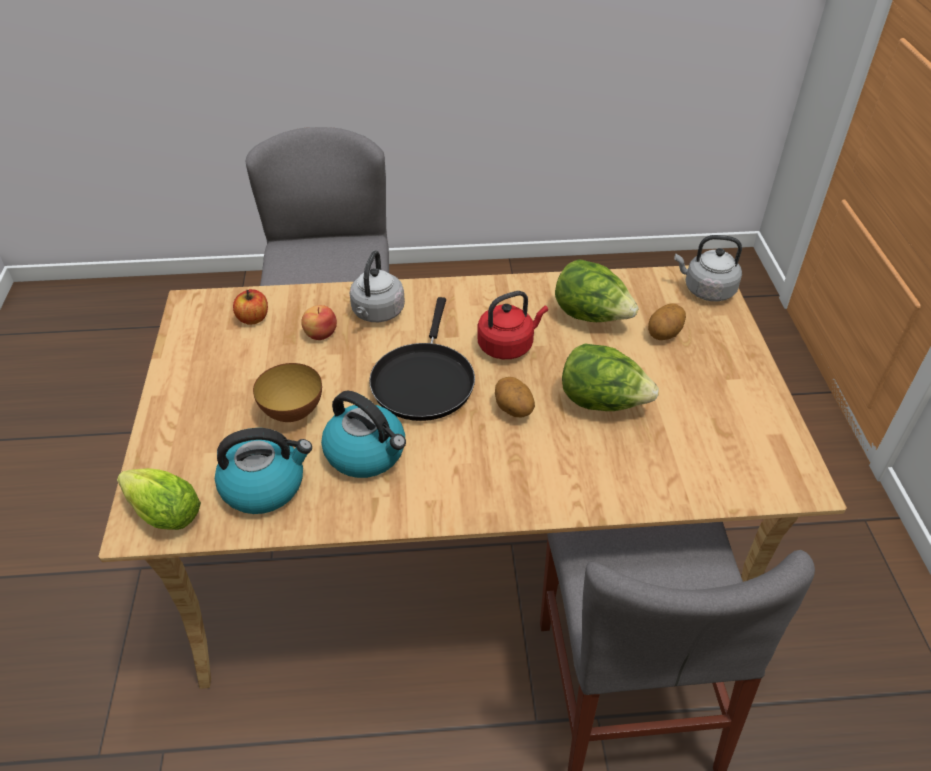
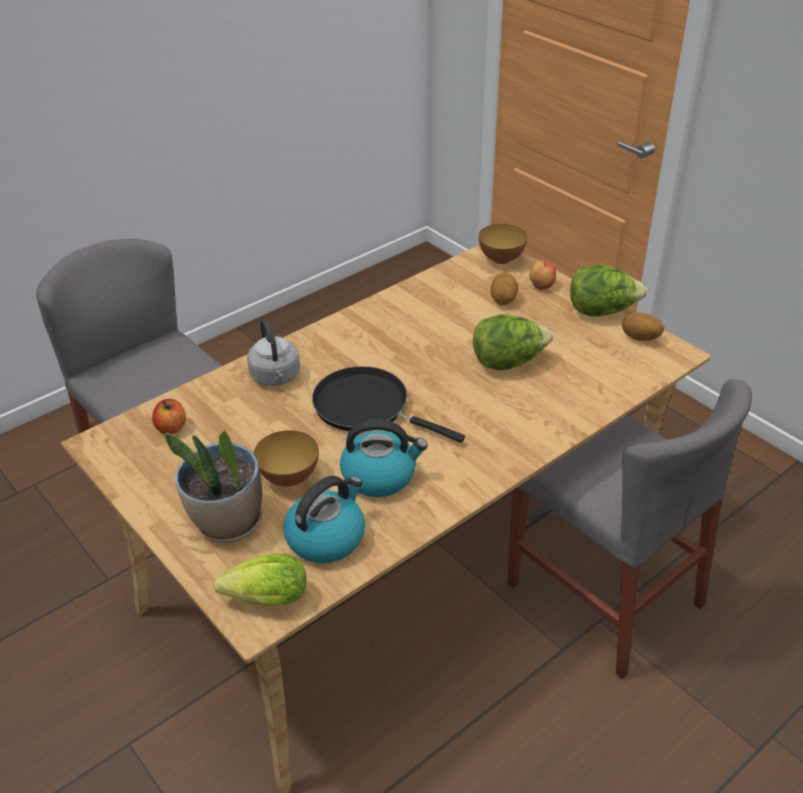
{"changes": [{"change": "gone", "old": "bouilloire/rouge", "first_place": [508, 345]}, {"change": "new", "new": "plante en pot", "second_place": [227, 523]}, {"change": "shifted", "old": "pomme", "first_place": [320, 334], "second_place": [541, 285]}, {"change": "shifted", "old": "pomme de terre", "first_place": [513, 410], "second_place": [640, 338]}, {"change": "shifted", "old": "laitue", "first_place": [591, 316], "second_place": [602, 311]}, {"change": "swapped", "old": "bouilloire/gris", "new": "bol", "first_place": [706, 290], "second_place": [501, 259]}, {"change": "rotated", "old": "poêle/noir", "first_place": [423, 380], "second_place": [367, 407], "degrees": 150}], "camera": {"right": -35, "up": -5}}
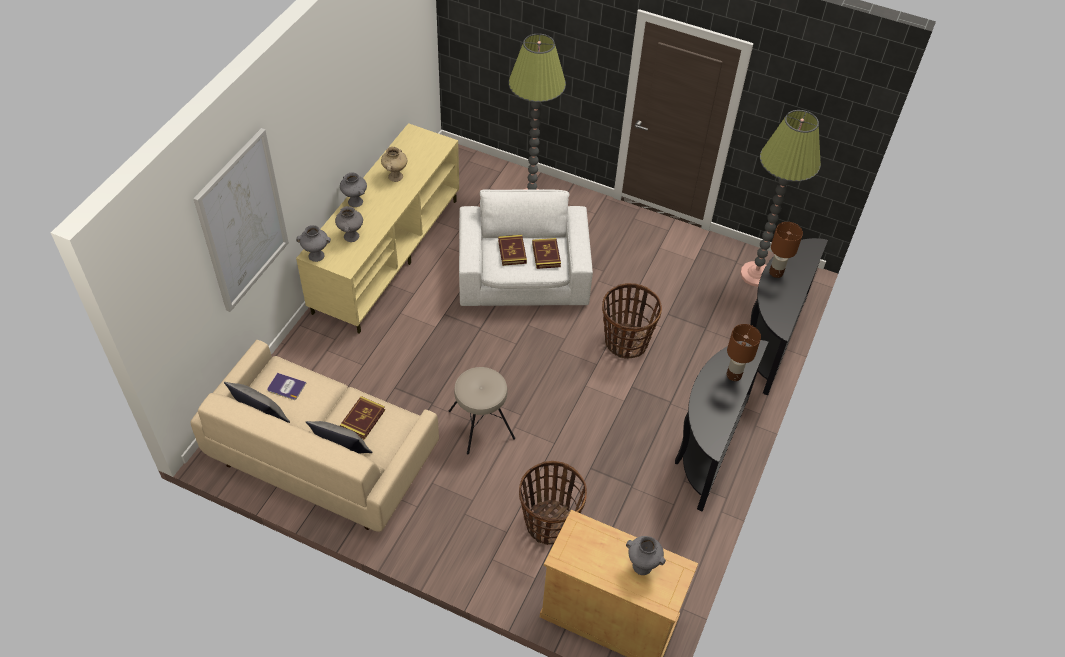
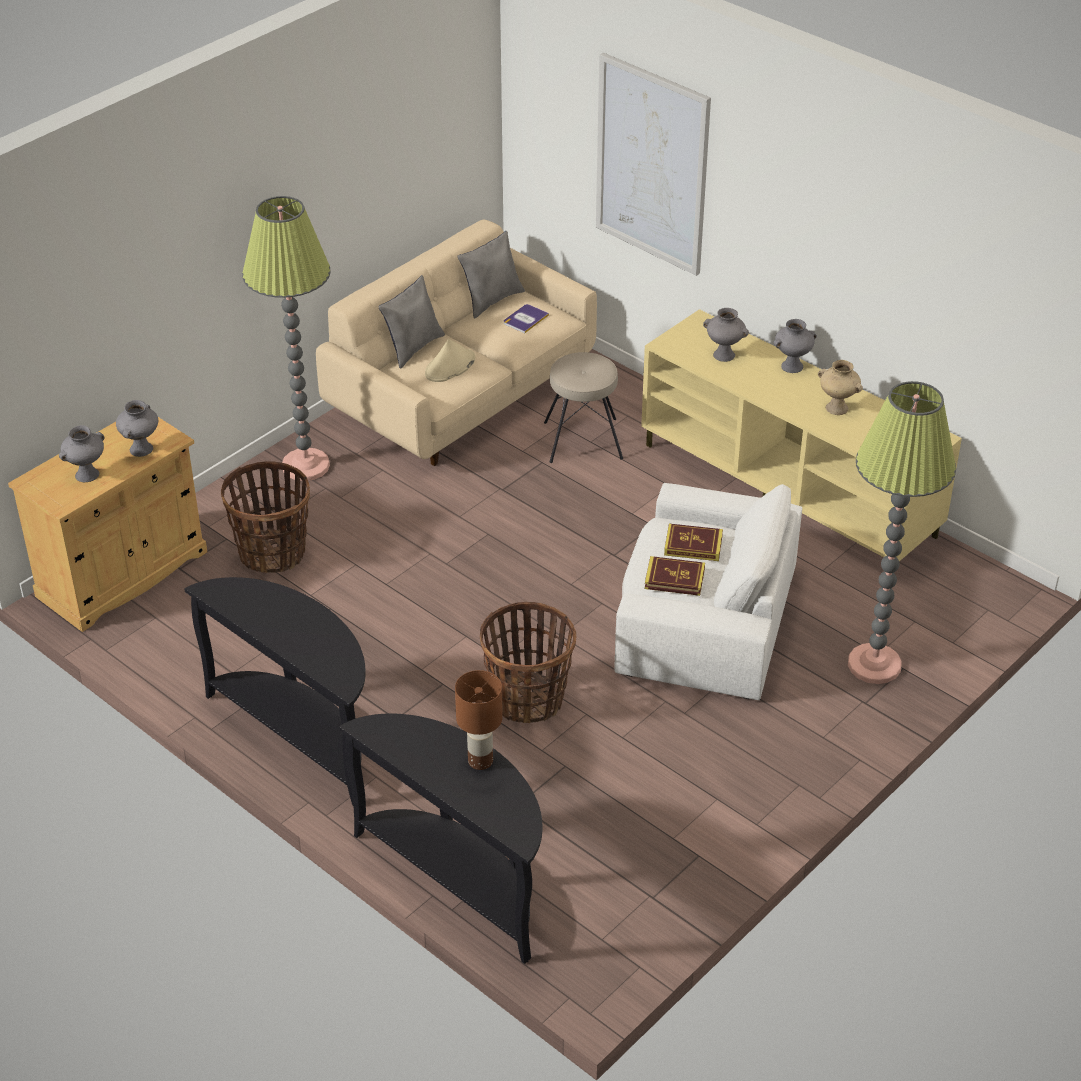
{"changes": [{"change": "gone", "old": "lampe de table/marron", "first_place": [734, 375]}, {"change": "shifted", "old": "vase/gris", "first_place": [316, 255], "second_place": [141, 450]}, {"change": "shifted", "old": "tabouret/beige", "first_place": [481, 425], "second_place": [582, 439]}, {"change": "shifted", "old": "lampadaire", "first_place": [755, 274], "second_place": [305, 466]}, {"change": "swapped", "old": "livre", "new": "chapeau/beige", "first_place": [363, 419], "second_place": [450, 366]}], "camera": {"right": 110, "up": -10}}
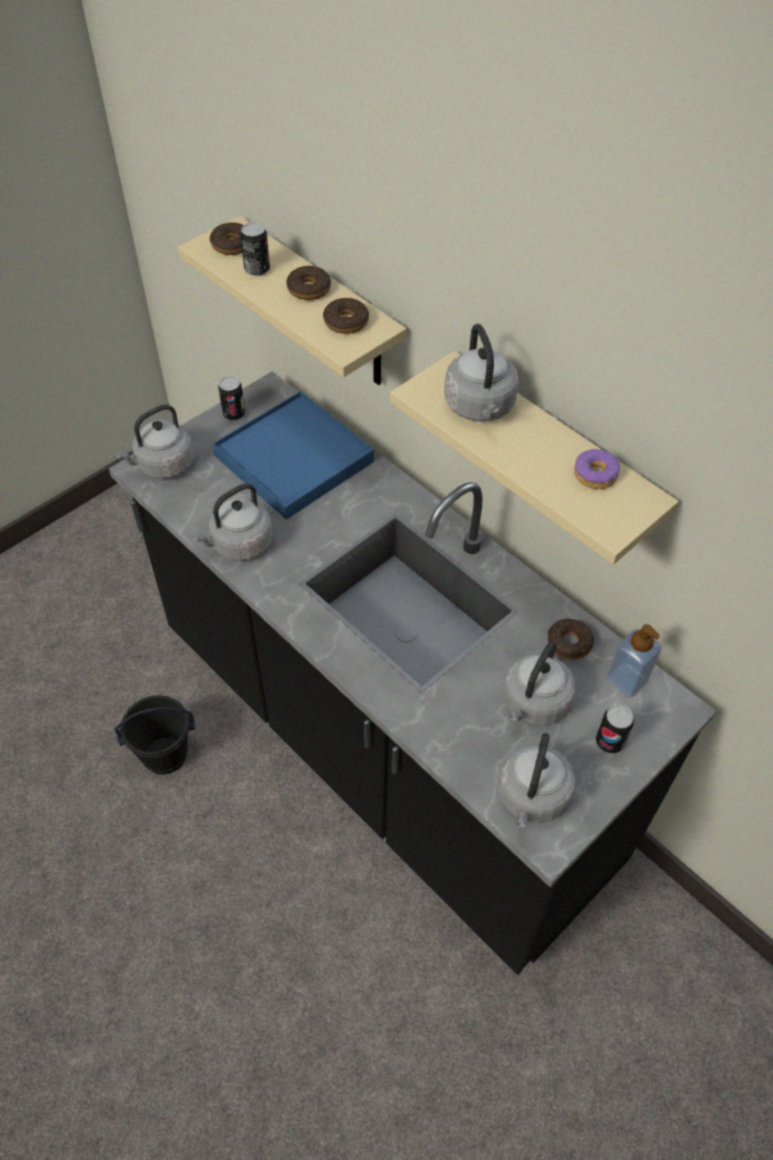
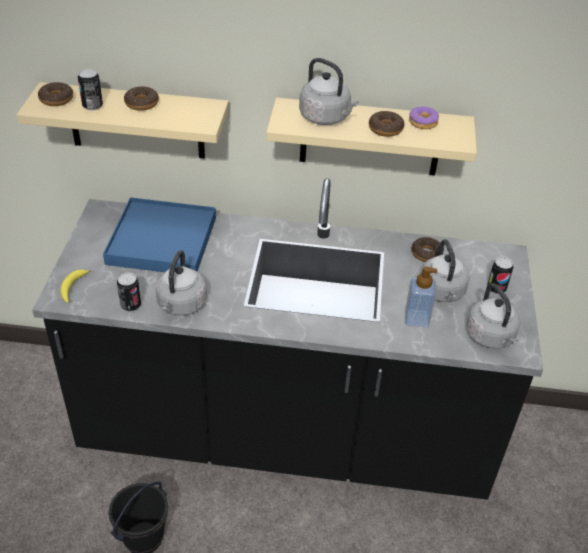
{"changes": [{"change": "shifted", "old": "boîte métallique", "first_place": [234, 414], "second_place": [130, 305]}, {"change": "shifted", "old": "beignet", "first_place": [346, 322], "second_place": [385, 129]}, {"change": "shifted", "old": "distributeur de savon", "first_place": [626, 680], "second_place": [416, 319]}, {"change": "swapped", "old": "bouilloire/gris", "new": "banane", "first_place": [163, 465], "second_place": [73, 288]}], "camera": {"right": -40, "up": -10}}
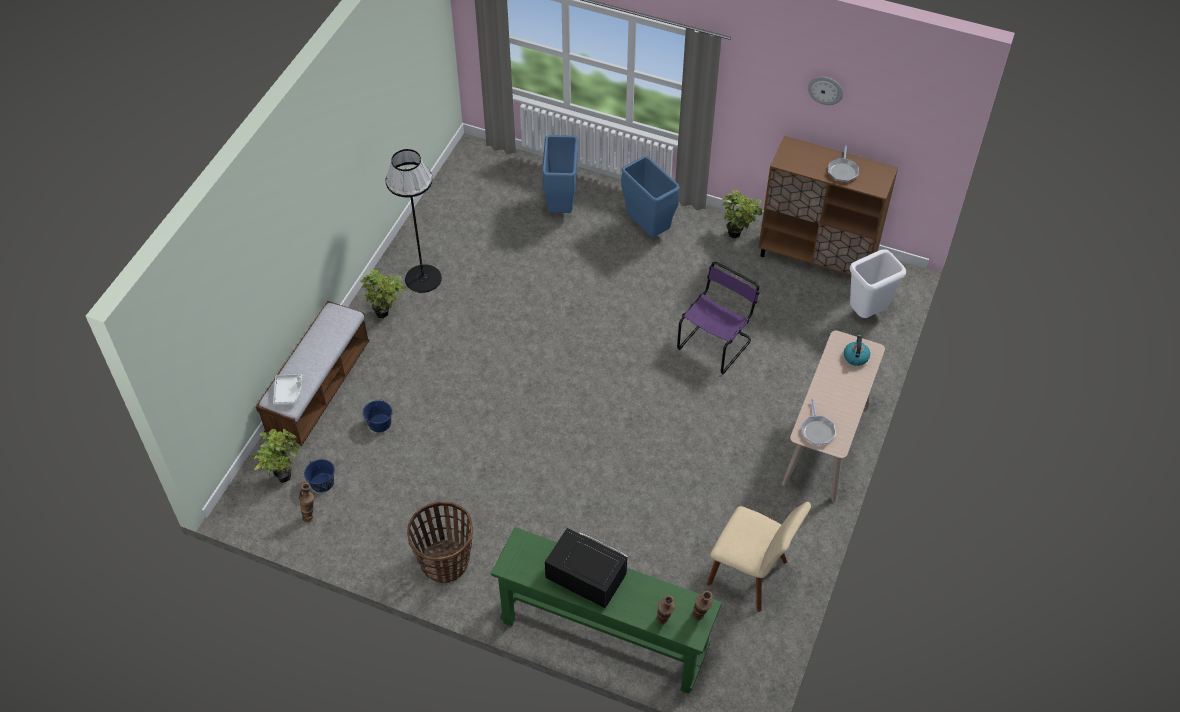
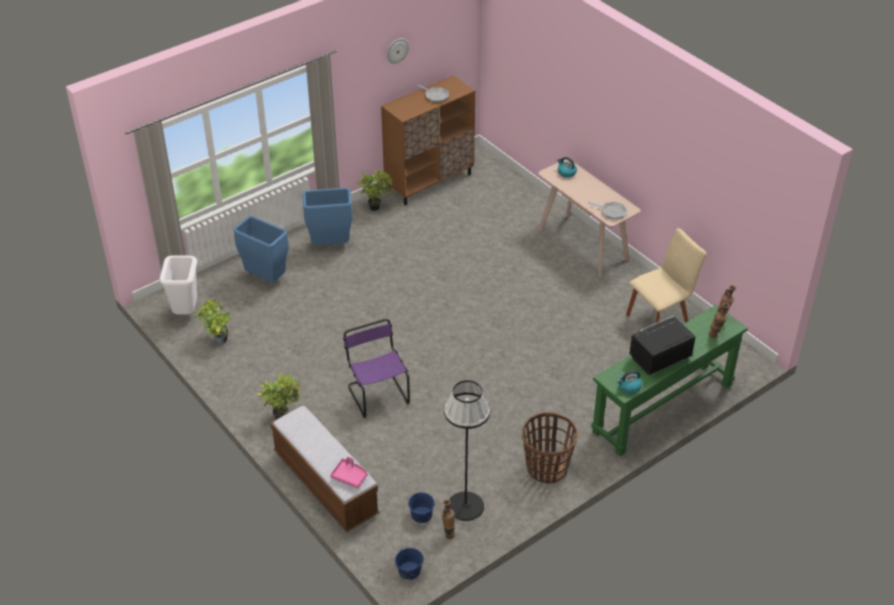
{"changes": [{"change": "new", "new": "bouilloire", "second_place": [629, 387]}, {"change": "shifted", "old": "plante en pot", "first_place": [283, 474], "second_place": [218, 339]}, {"change": "shifted", "old": "seau/bleu", "first_place": [380, 423], "second_place": [409, 570]}, {"change": "shifted", "old": "lampadaire/noir", "first_place": [423, 278], "second_place": [465, 506]}, {"change": "shifted", "old": "chaise/violet", "first_place": [716, 343], "second_place": [377, 393]}, {"change": "shifted", "old": "poubelle/blanc", "first_place": [867, 313], "second_place": [186, 312]}, {"change": "repainted", "old": "plateau/blanc", "new": "plateau/rose", "first_place": [288, 392], "second_place": [350, 476]}], "camera": {"right": -60, "up": -10}}
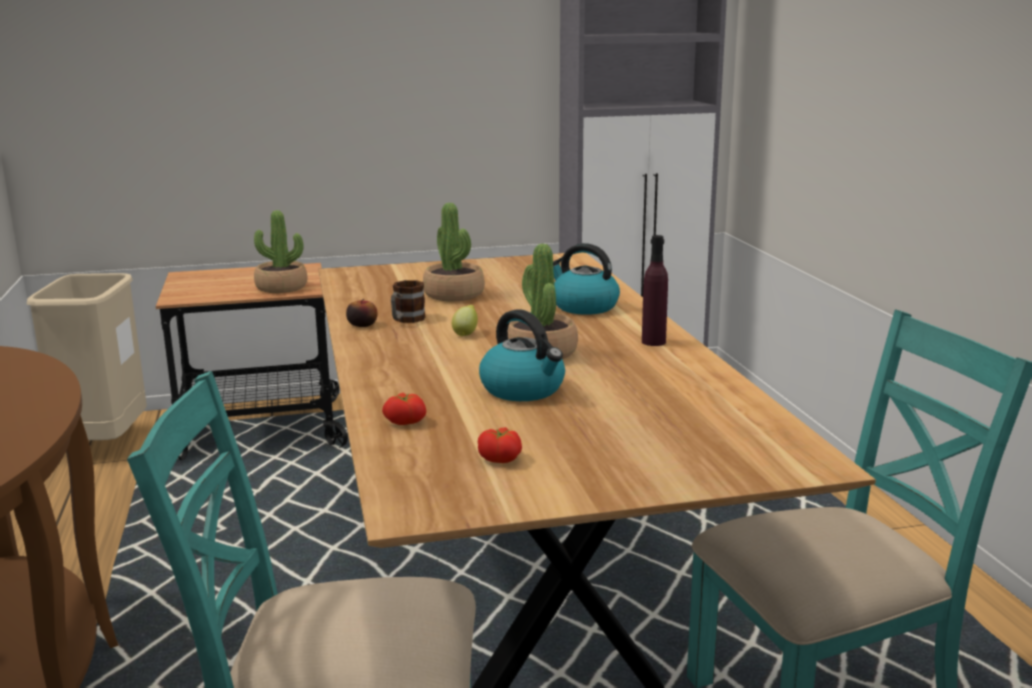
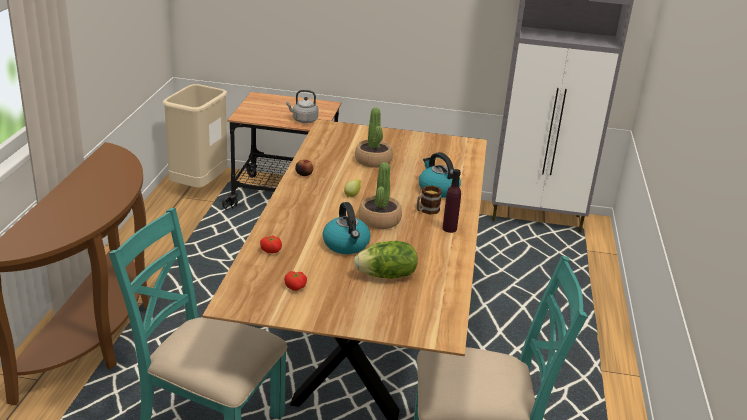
{"changes": [{"change": "new", "new": "laitue", "second_place": [387, 276]}, {"change": "shifted", "old": "mug", "first_place": [406, 320], "second_place": [426, 211]}, {"change": "swapped", "old": "plante en pot", "new": "bouilloire/gris", "first_place": [281, 287], "second_place": [303, 120]}], "camera": {"right": 20, "up": 10}}
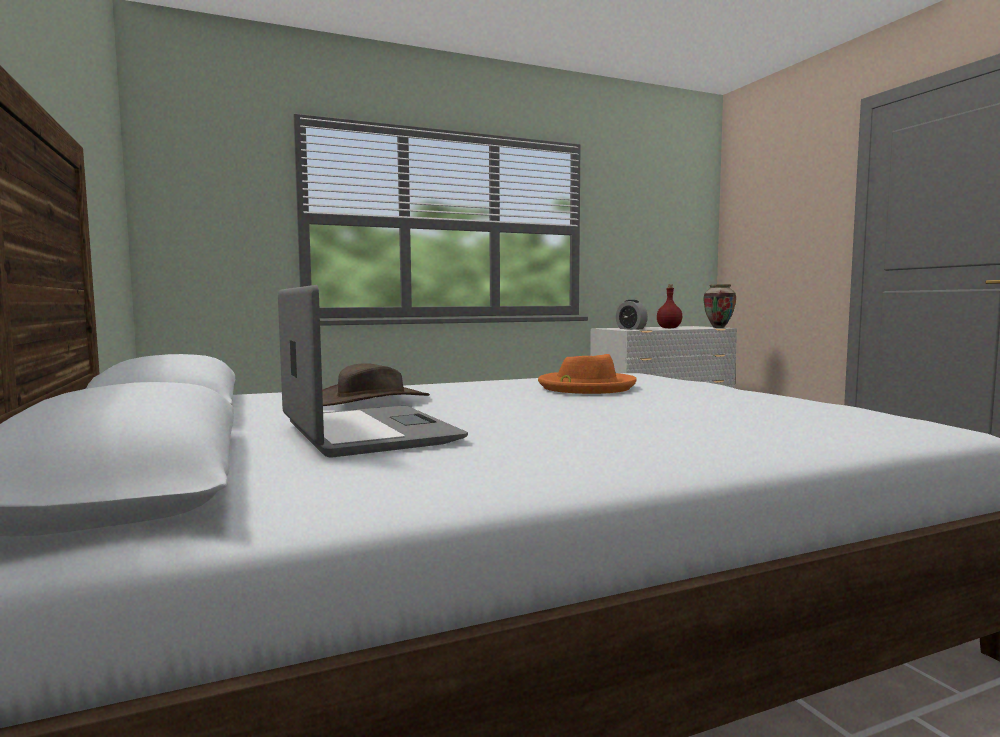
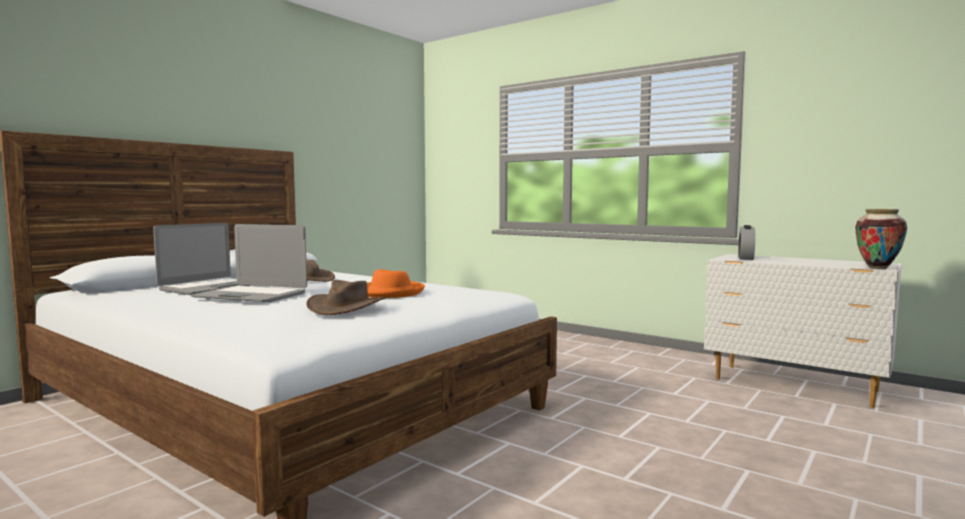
{"changes": [{"change": "gone", "old": "bouteille/rouge", "first_place": [669, 328]}, {"change": "new", "new": "ordinateur portable", "second_place": [251, 296]}, {"change": "new", "new": "chapeau/marron", "second_place": [346, 306]}], "camera": {"right": 60, "up": 0}}
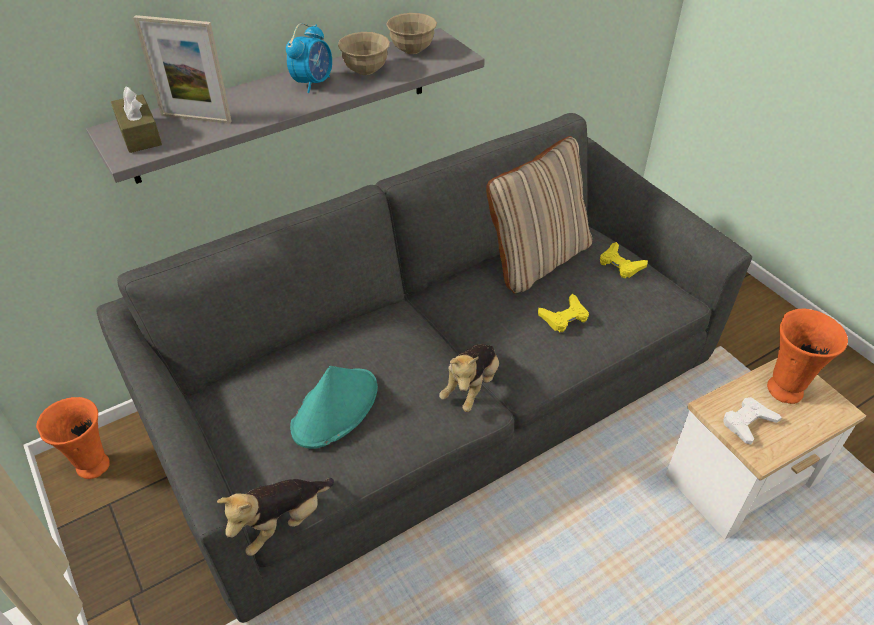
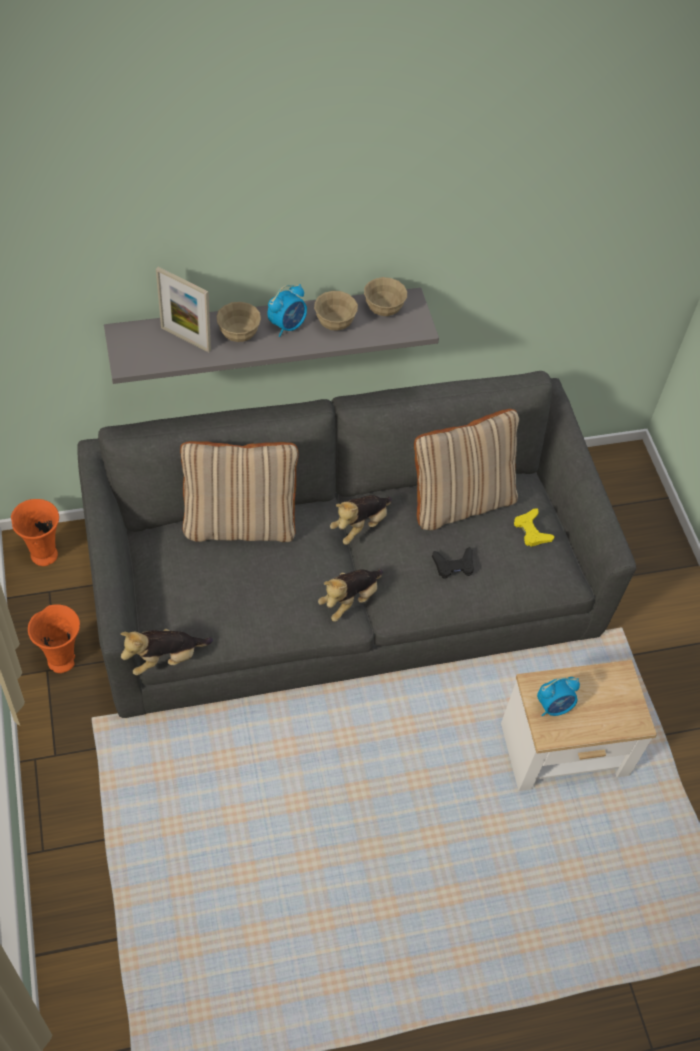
{"changes": [{"change": "gone", "old": "boîte à mouchoirs/marron", "first_place": [139, 134]}, {"change": "gone", "old": "chapeau/turquoise", "first_place": [335, 408]}, {"change": "new", "new": "coussin/beige", "second_place": [240, 523]}, {"change": "new", "new": "bol/beige", "second_place": [239, 335]}, {"change": "new", "new": "peluche", "second_place": [360, 526]}, {"change": "shifted", "old": "vase/orange", "first_place": [784, 389], "second_place": [62, 659]}, {"change": "swapped", "old": "manette/blanc", "new": "réveil", "first_place": [748, 423], "second_place": [554, 706]}, {"change": "repainted", "old": "manette/jaune", "new": "manette/noir", "first_place": [564, 317], "second_place": [453, 565]}], "camera": {"right": 15, "up": 10}}
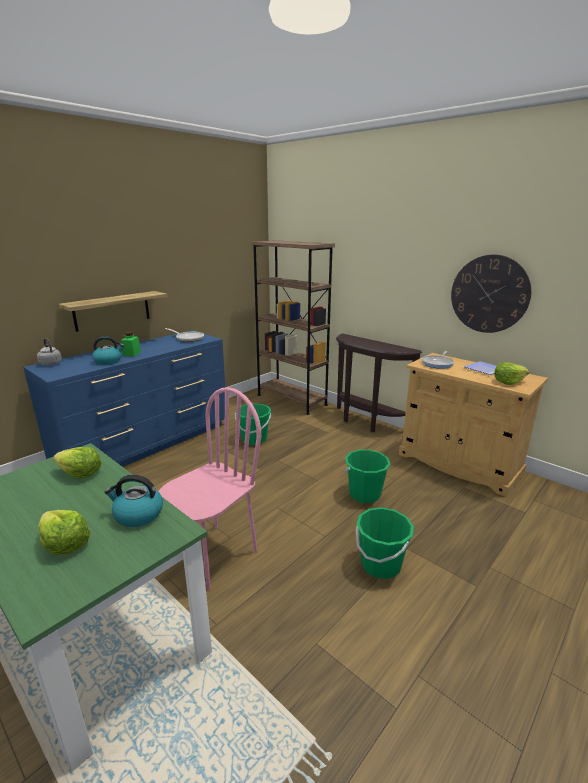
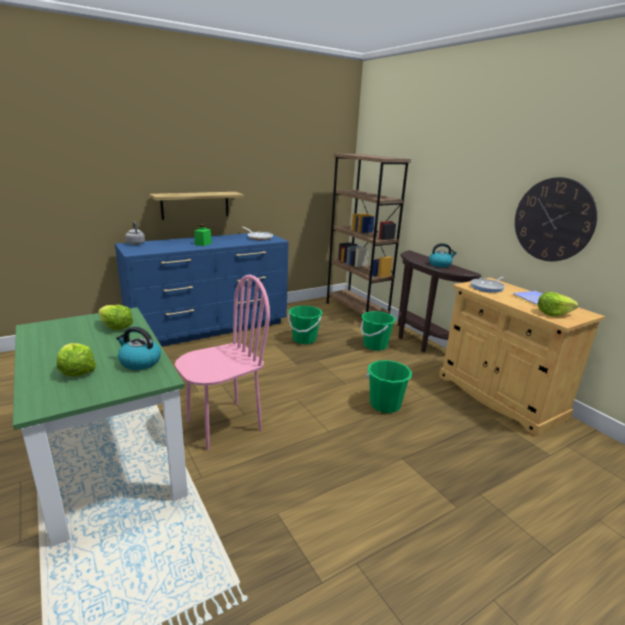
{"changes": [{"change": "shifted", "old": "bouilloire", "first_place": [108, 361], "second_place": [440, 264]}, {"change": "shifted", "old": "seau/vert", "first_place": [380, 565], "second_place": [375, 345]}], "camera": {"right": 15, "up": 0}}
